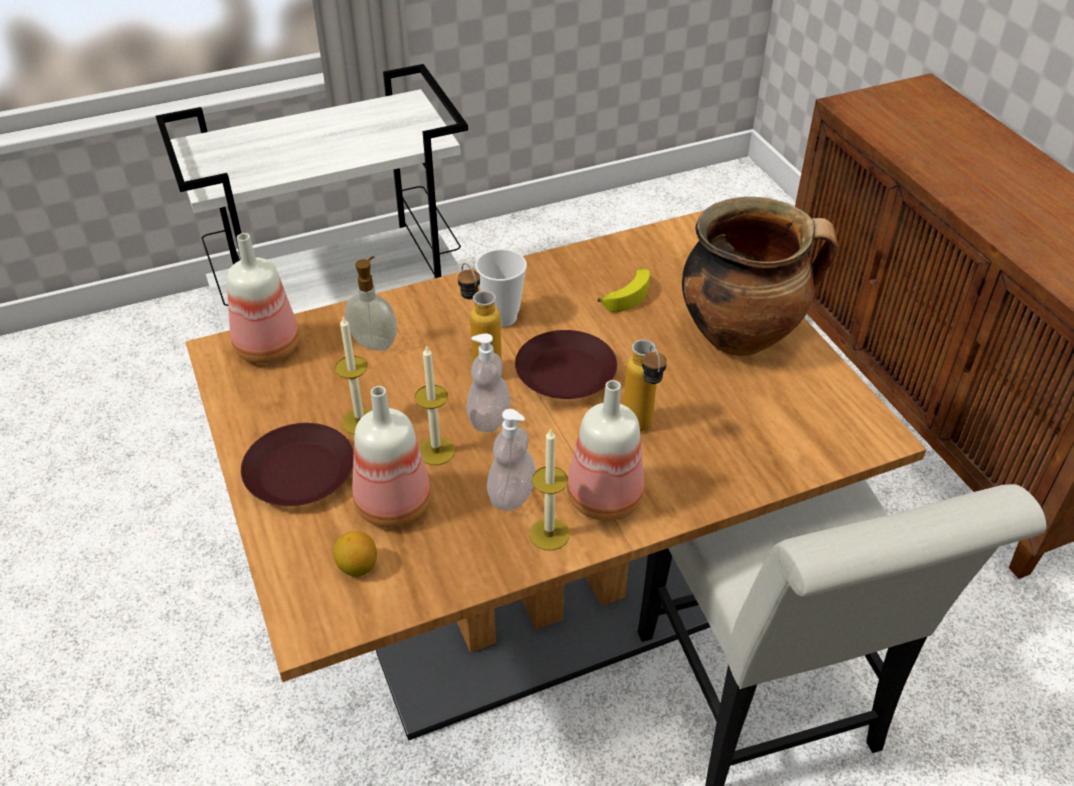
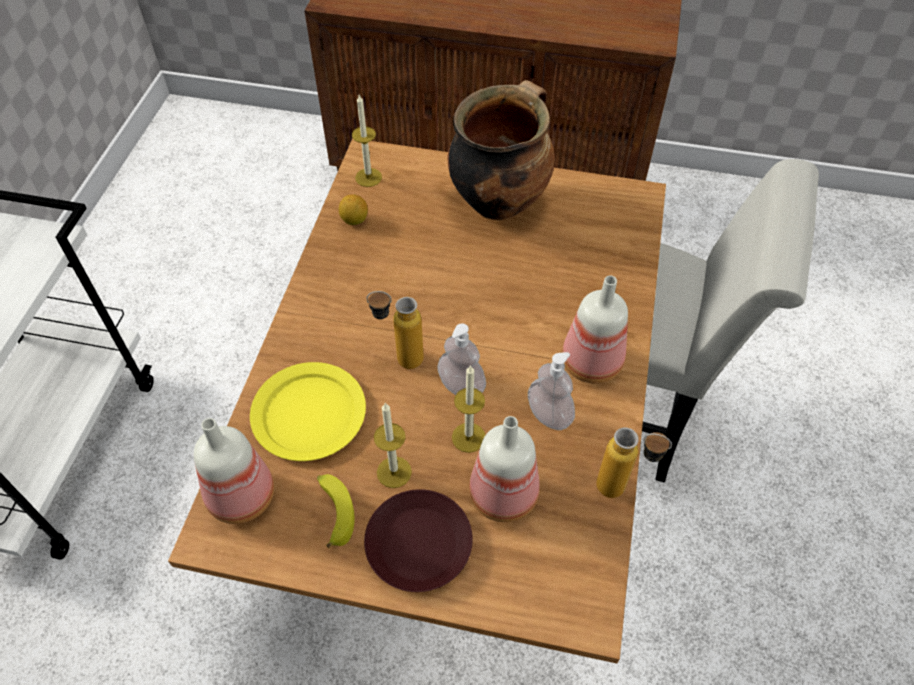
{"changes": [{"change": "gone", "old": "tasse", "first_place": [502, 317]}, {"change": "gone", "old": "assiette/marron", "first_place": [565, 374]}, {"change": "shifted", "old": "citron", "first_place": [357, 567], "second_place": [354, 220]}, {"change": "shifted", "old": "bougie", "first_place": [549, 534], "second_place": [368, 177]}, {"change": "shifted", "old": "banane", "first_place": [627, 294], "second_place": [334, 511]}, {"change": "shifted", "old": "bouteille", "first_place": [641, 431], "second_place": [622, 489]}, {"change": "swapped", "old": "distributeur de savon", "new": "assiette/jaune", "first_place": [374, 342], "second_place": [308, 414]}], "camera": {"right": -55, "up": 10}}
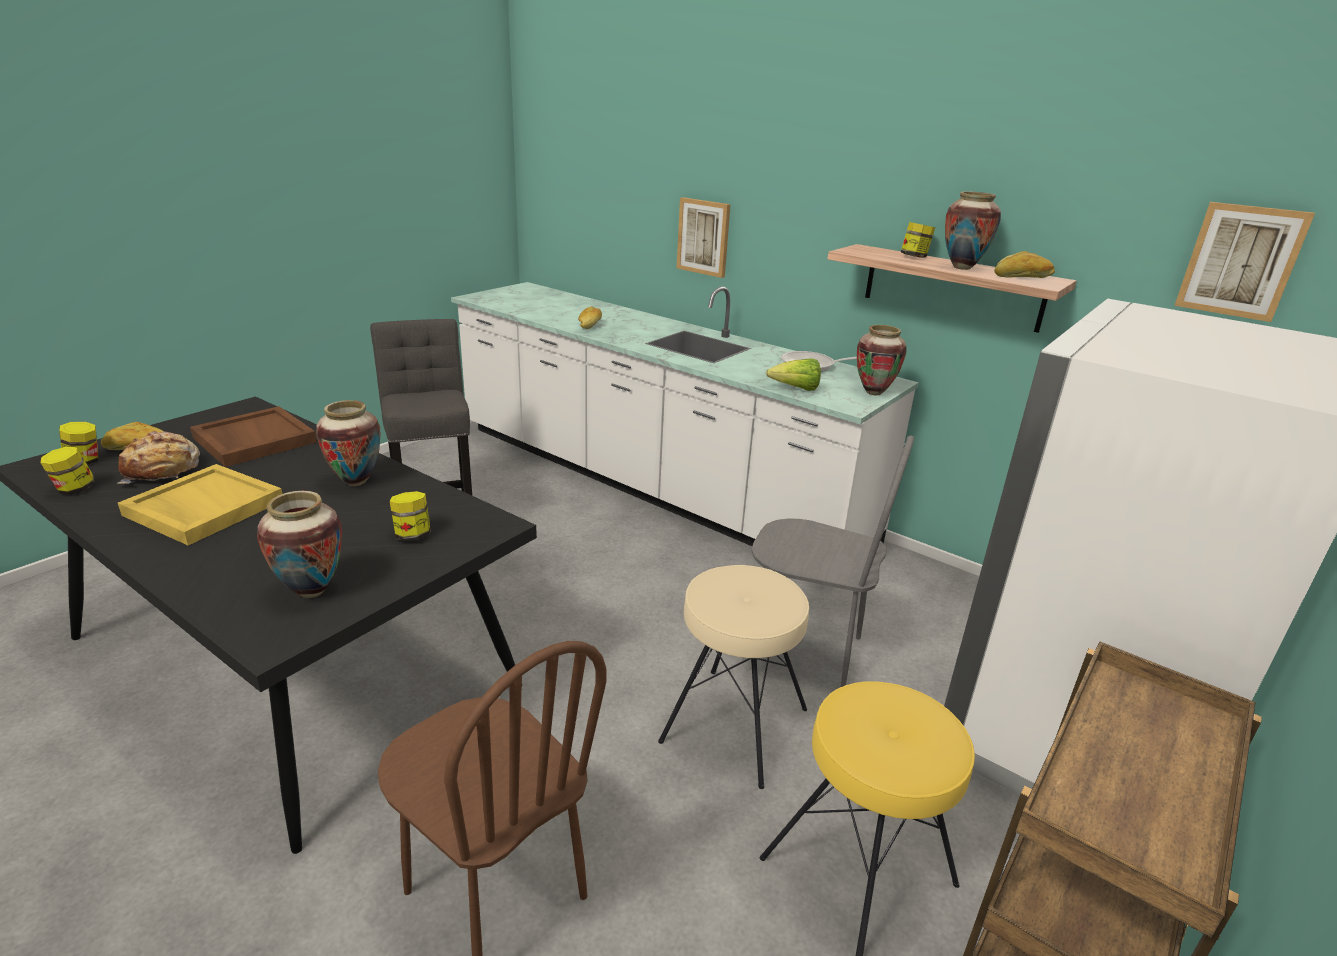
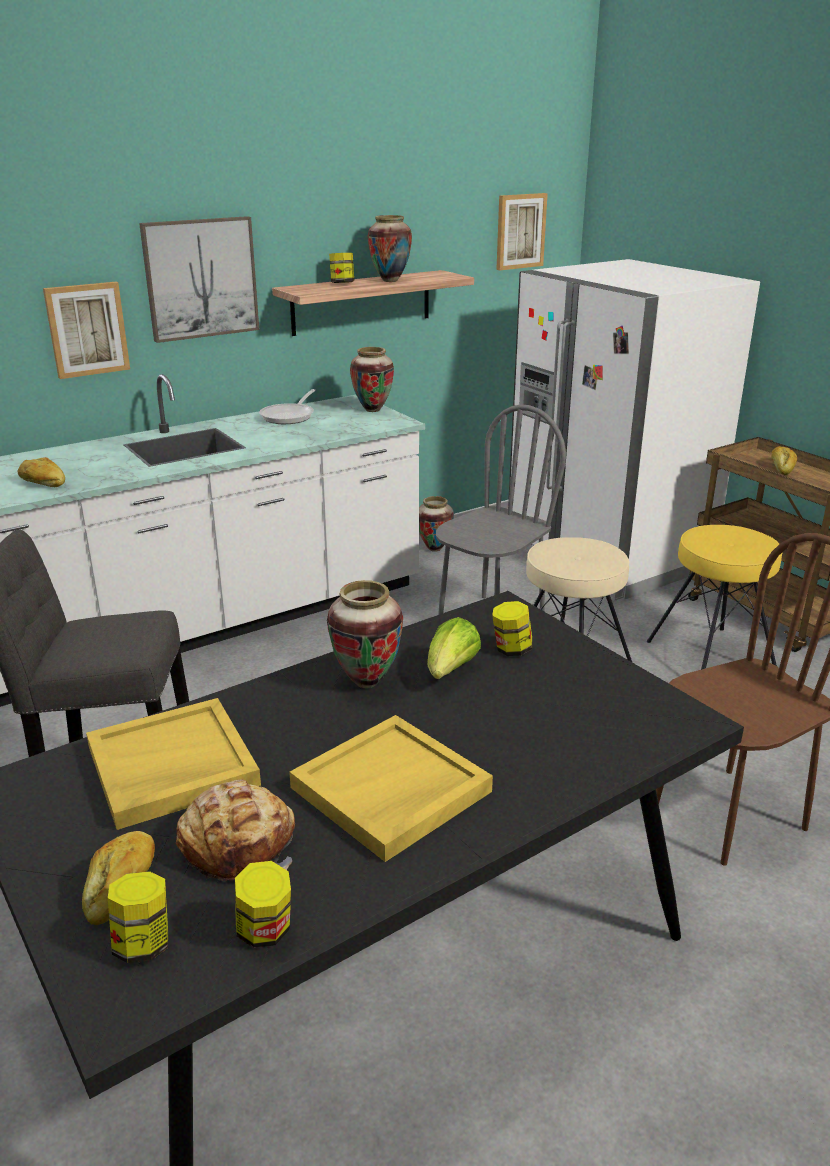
{"changes": [{"change": "new", "new": "tableau", "second_place": [200, 278]}, {"change": "shifted", "old": "vase", "first_place": [311, 591], "second_place": [434, 549]}, {"change": "shifted", "old": "laitue", "first_place": [796, 389], "second_place": [450, 671]}, {"change": "shifted", "old": "pain", "first_place": [1023, 277], "second_place": [782, 467]}, {"change": "repainted", "old": "plateau/marron", "new": "plateau/jaune", "first_place": [253, 440], "second_place": [171, 767]}], "camera": {"right": -70, "up": 0}}
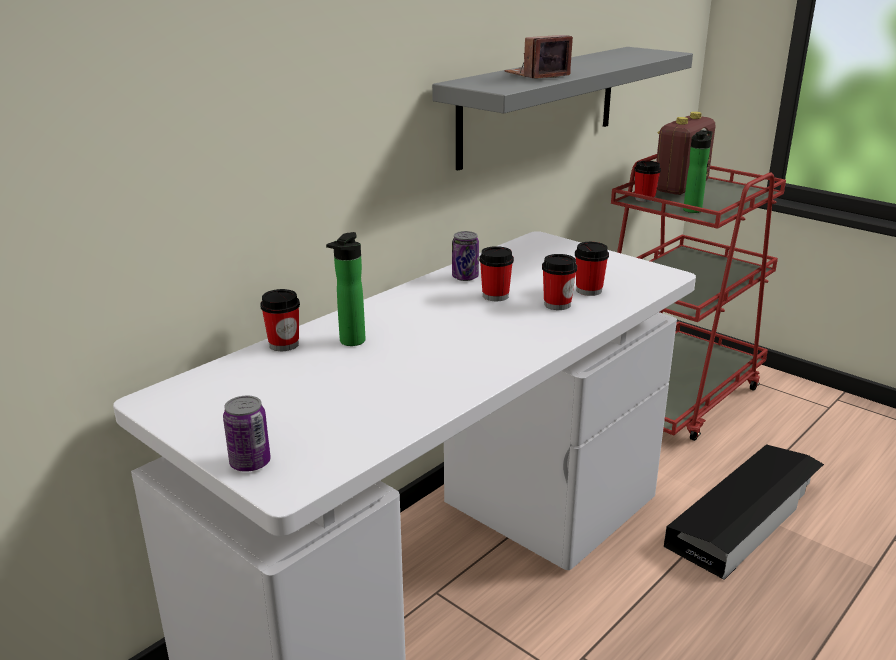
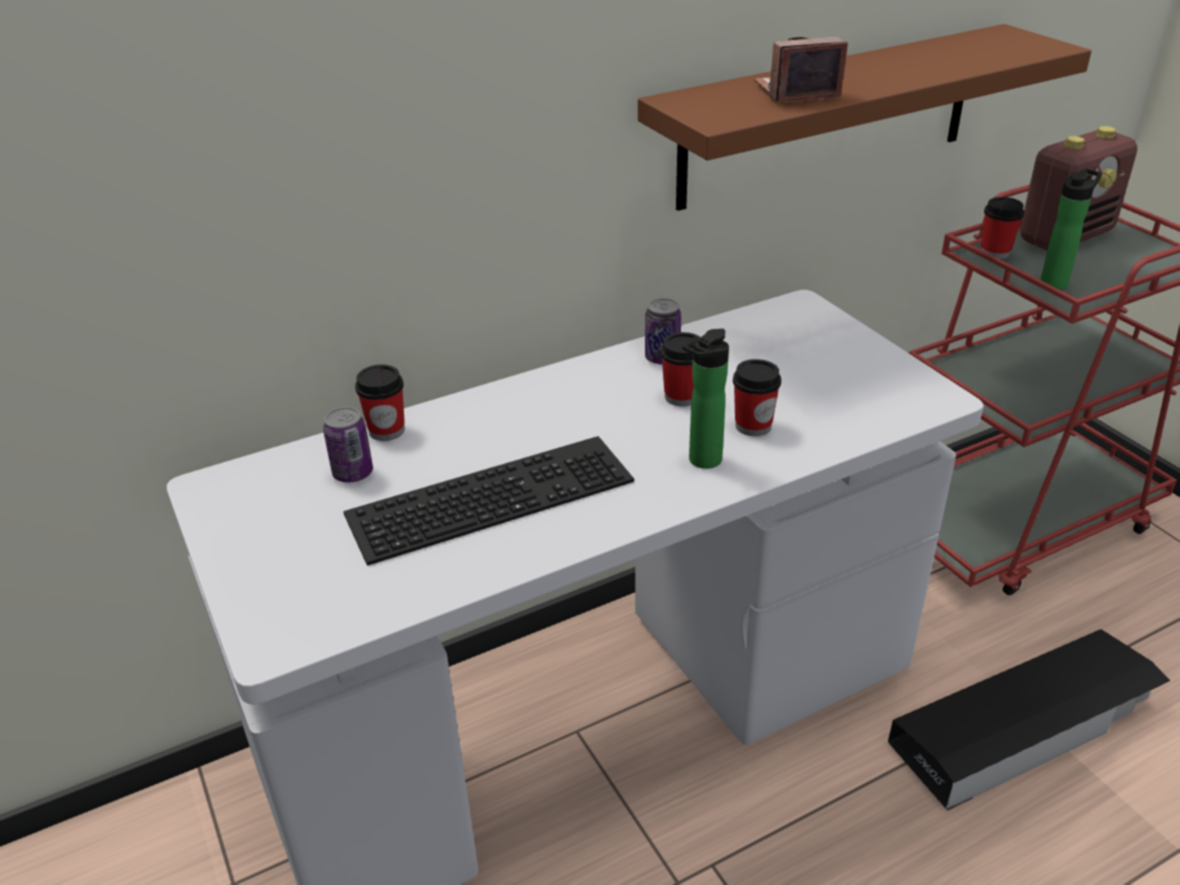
{"changes": [{"change": "gone", "old": "tasse", "first_place": [589, 290]}, {"change": "new", "new": "clavier", "second_place": [491, 494]}, {"change": "shifted", "old": "boîte métallique", "first_place": [250, 463], "second_place": [353, 473]}, {"change": "shifted", "old": "bouteille", "first_place": [350, 342], "second_place": [701, 461]}, {"change": "repainted", "old": "étagère/gris", "new": "étagère/marron", "first_place": [539, 105], "second_place": [829, 116]}], "camera": {"right": 20, "up": 10}}
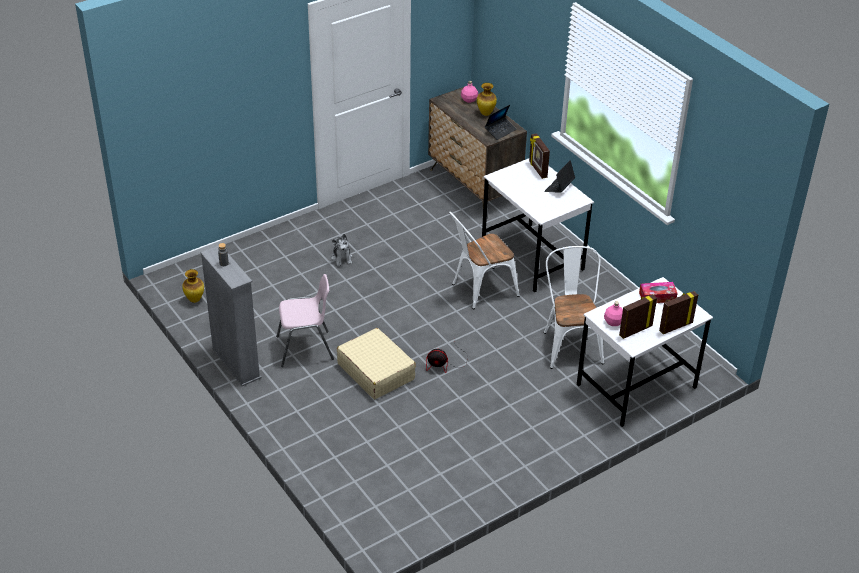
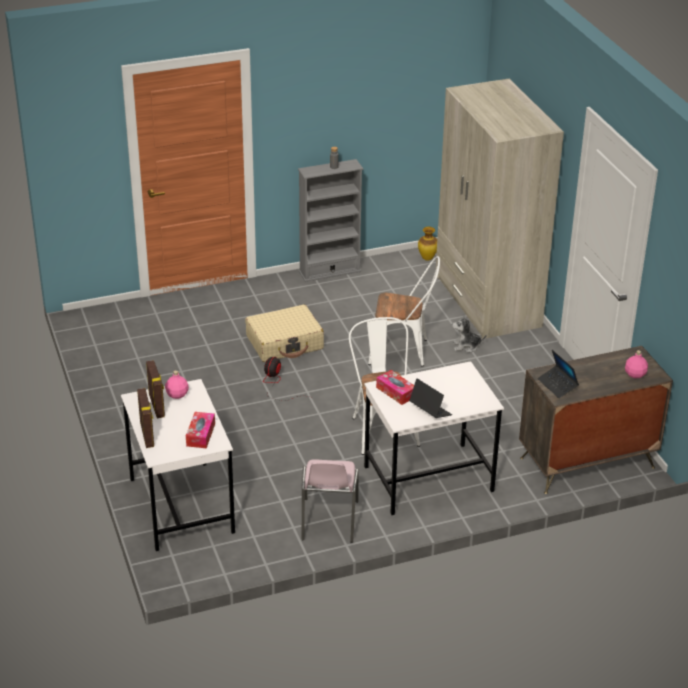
{"changes": [{"change": "gone", "old": "vase", "first_place": [485, 113]}, {"change": "gone", "old": "cadre photo", "first_place": [537, 169]}, {"change": "new", "new": "boîte à mouchoirs", "second_place": [396, 392]}, {"change": "new", "new": "armoire/beige", "second_place": [487, 302]}, {"change": "shifted", "old": "chaise/rose", "first_place": [306, 348], "second_place": [328, 521]}, {"change": "shifted", "old": "chaise/blanc", "first_place": [570, 344], "second_place": [404, 351]}], "camera": {"right": 105, "up": -5}}
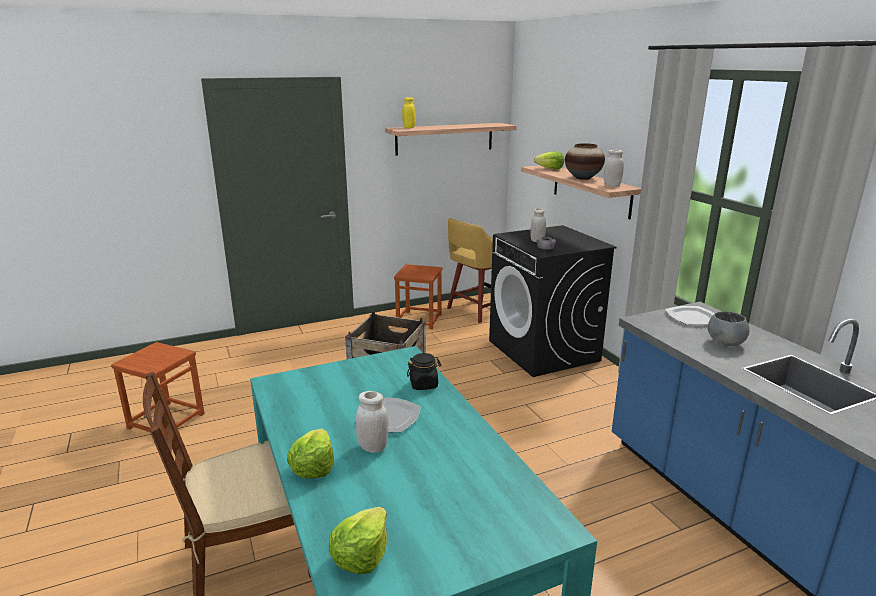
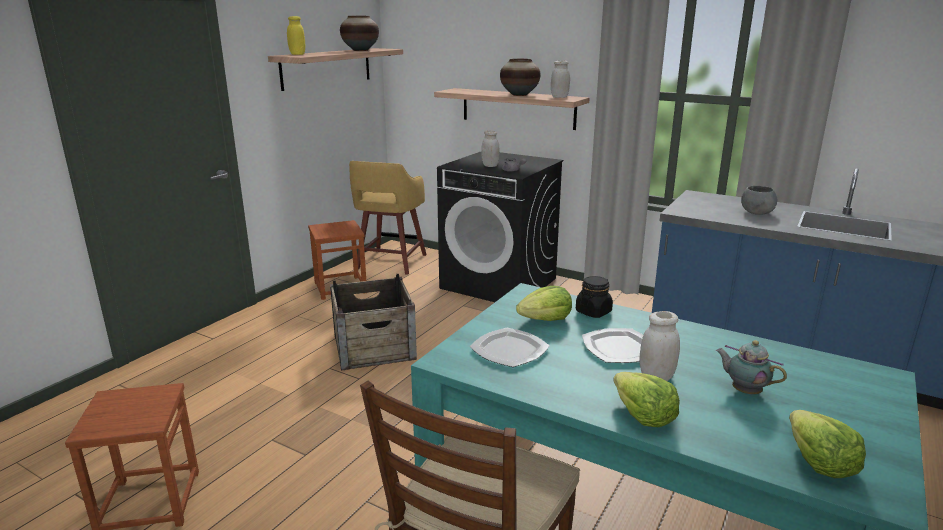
{"changes": [{"change": "new", "new": "vase", "second_place": [360, 50]}, {"change": "new", "new": "théière", "second_place": [744, 391]}, {"change": "shifted", "old": "laitue", "first_place": [550, 169], "second_place": [546, 319]}, {"change": "shifted", "old": "assiette", "first_place": [691, 317], "second_place": [508, 350]}], "camera": {"right": -35, "up": 0}}
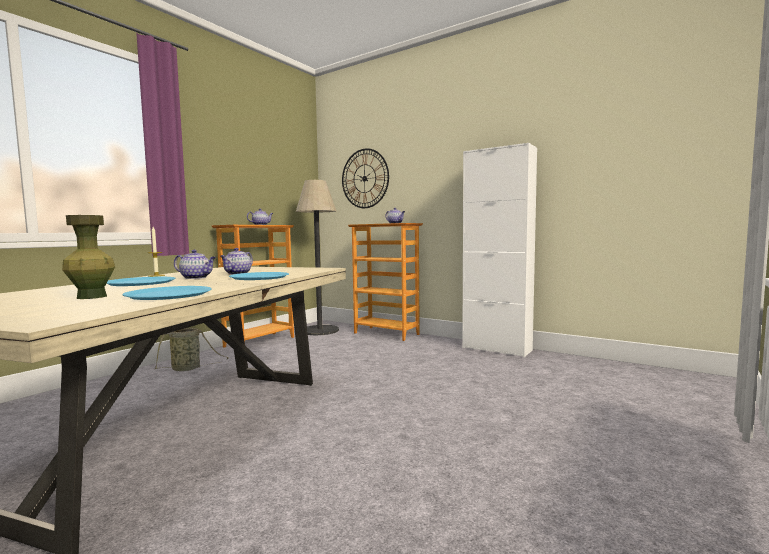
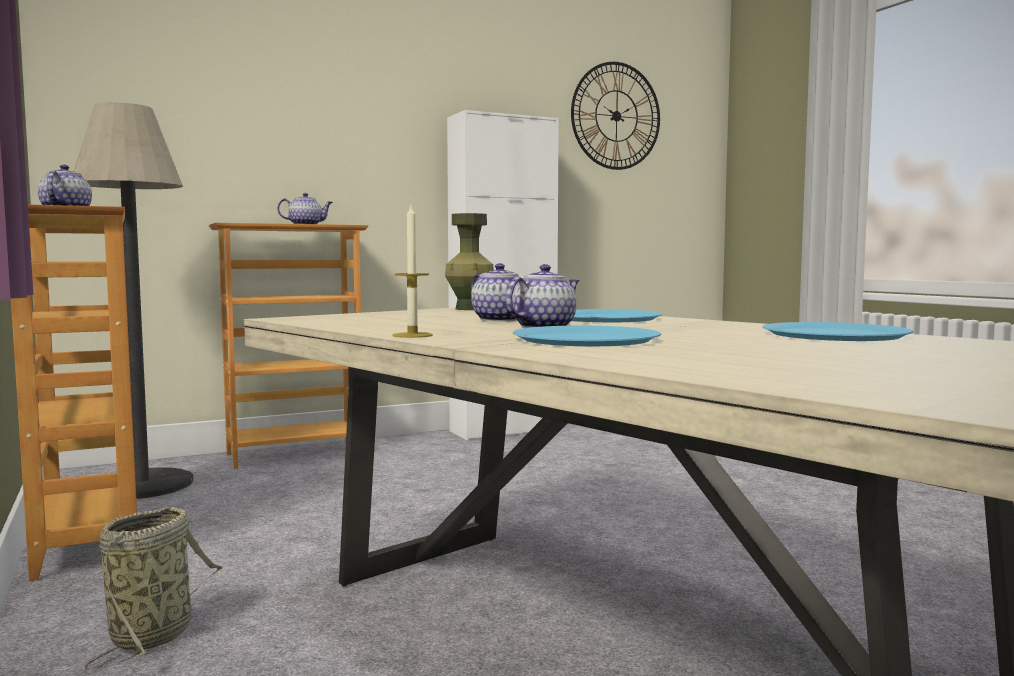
{"changes": [{"change": "shifted", "old": "vase/vert", "first_place": [91, 297], "second_place": [470, 309]}, {"change": "shifted", "old": "horloge murale", "first_place": [364, 178], "second_place": [616, 116]}], "camera": {"right": -60, "up": 0}}
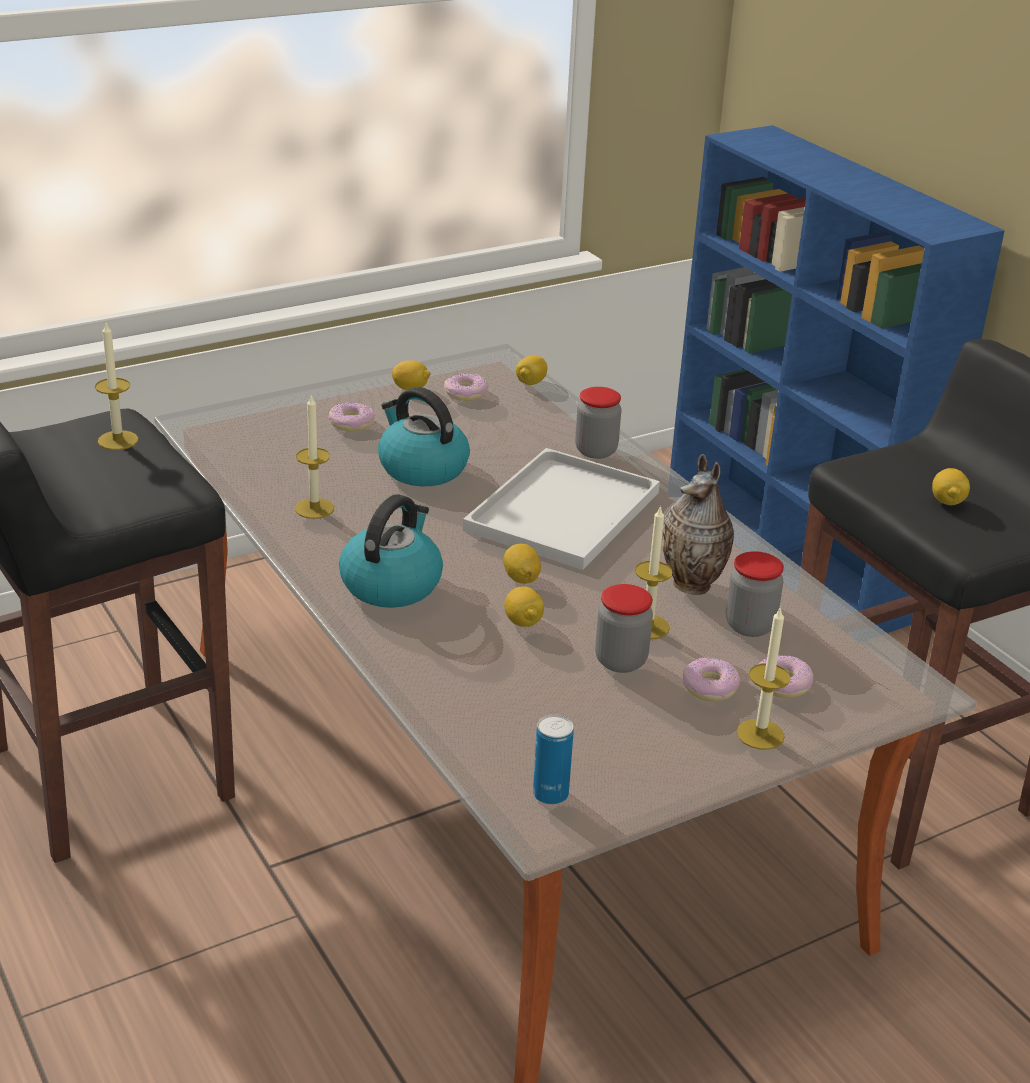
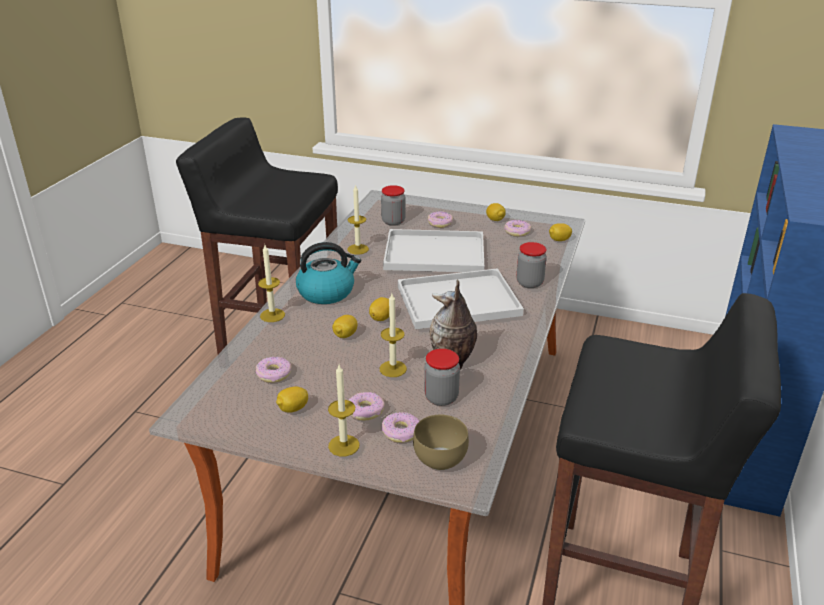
{"changes": [{"change": "gone", "old": "boîte métallique", "first_place": [550, 794]}, {"change": "new", "new": "beignet", "second_place": [273, 374]}, {"change": "new", "new": "bol/marron", "second_place": [438, 461]}, {"change": "shifted", "old": "bougie", "first_place": [118, 440], "second_place": [272, 315]}, {"change": "shifted", "old": "bocal", "first_place": [620, 661], "second_place": [393, 221]}, {"change": "shifted", "old": "citron", "first_place": [947, 501], "second_place": [293, 409]}, {"change": "swapped", "old": "bouilloire", "new": "plateau/blanc", "first_place": [421, 468], "second_place": [432, 253]}], "camera": {"right": 50, "up": 0}}
